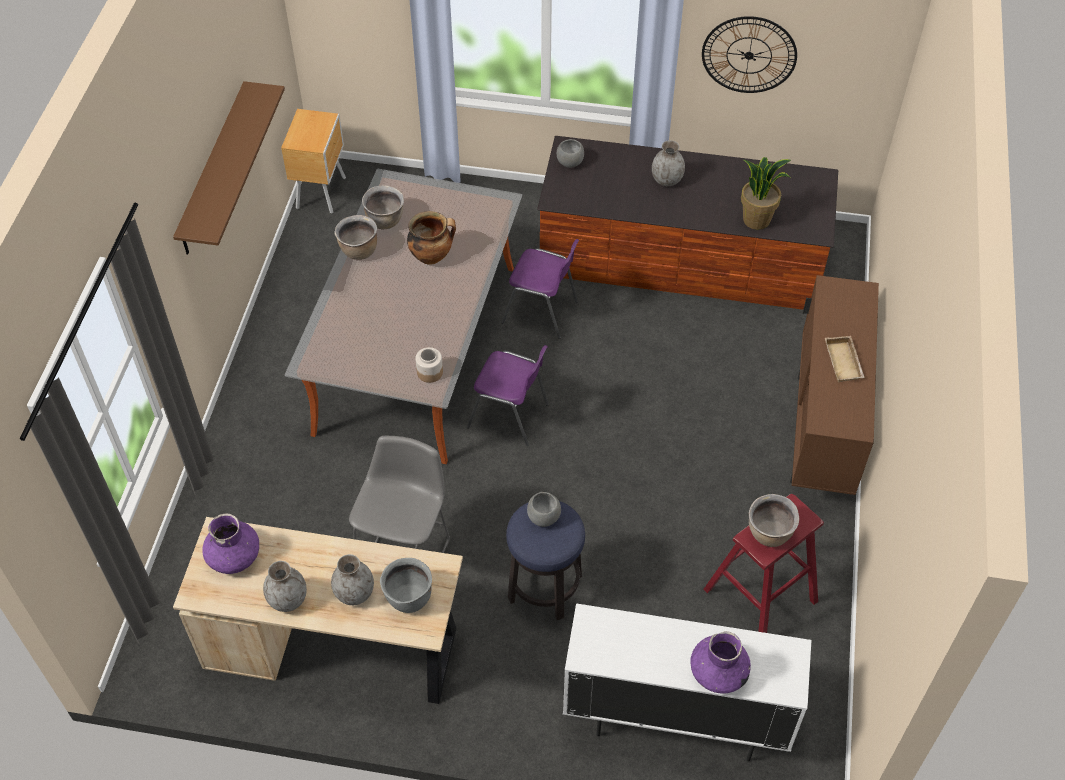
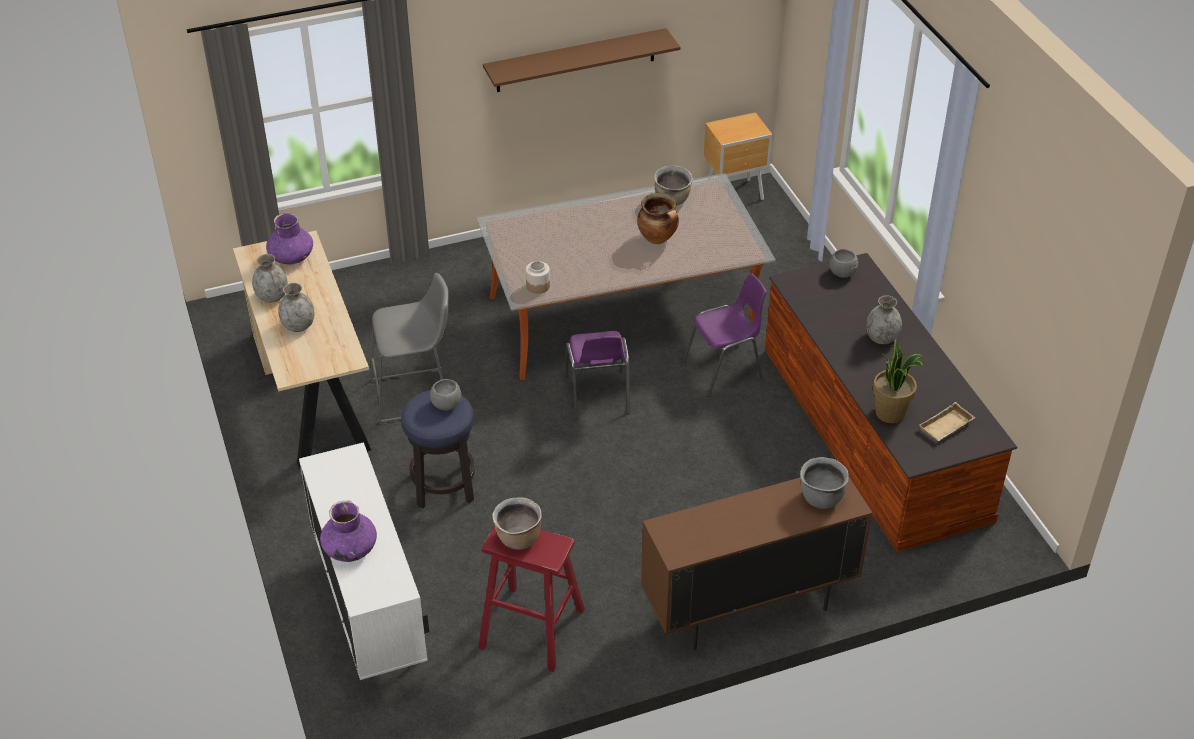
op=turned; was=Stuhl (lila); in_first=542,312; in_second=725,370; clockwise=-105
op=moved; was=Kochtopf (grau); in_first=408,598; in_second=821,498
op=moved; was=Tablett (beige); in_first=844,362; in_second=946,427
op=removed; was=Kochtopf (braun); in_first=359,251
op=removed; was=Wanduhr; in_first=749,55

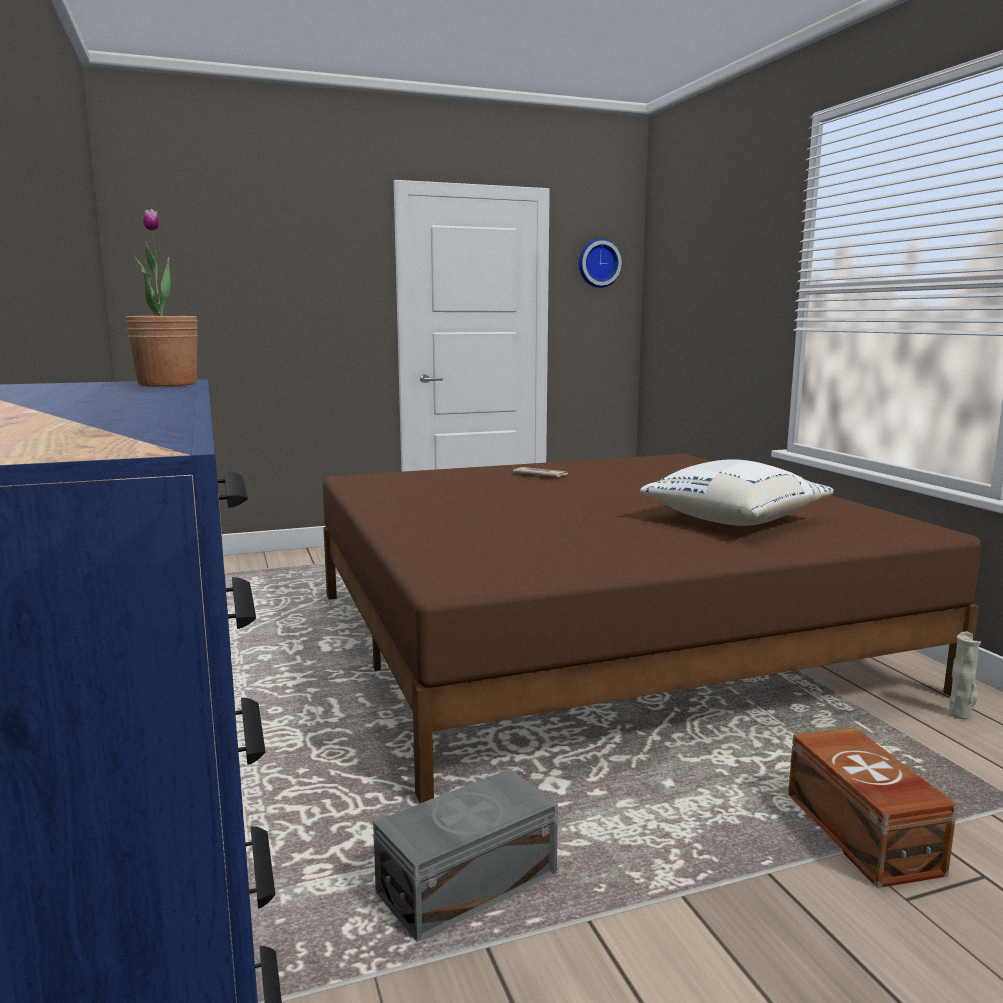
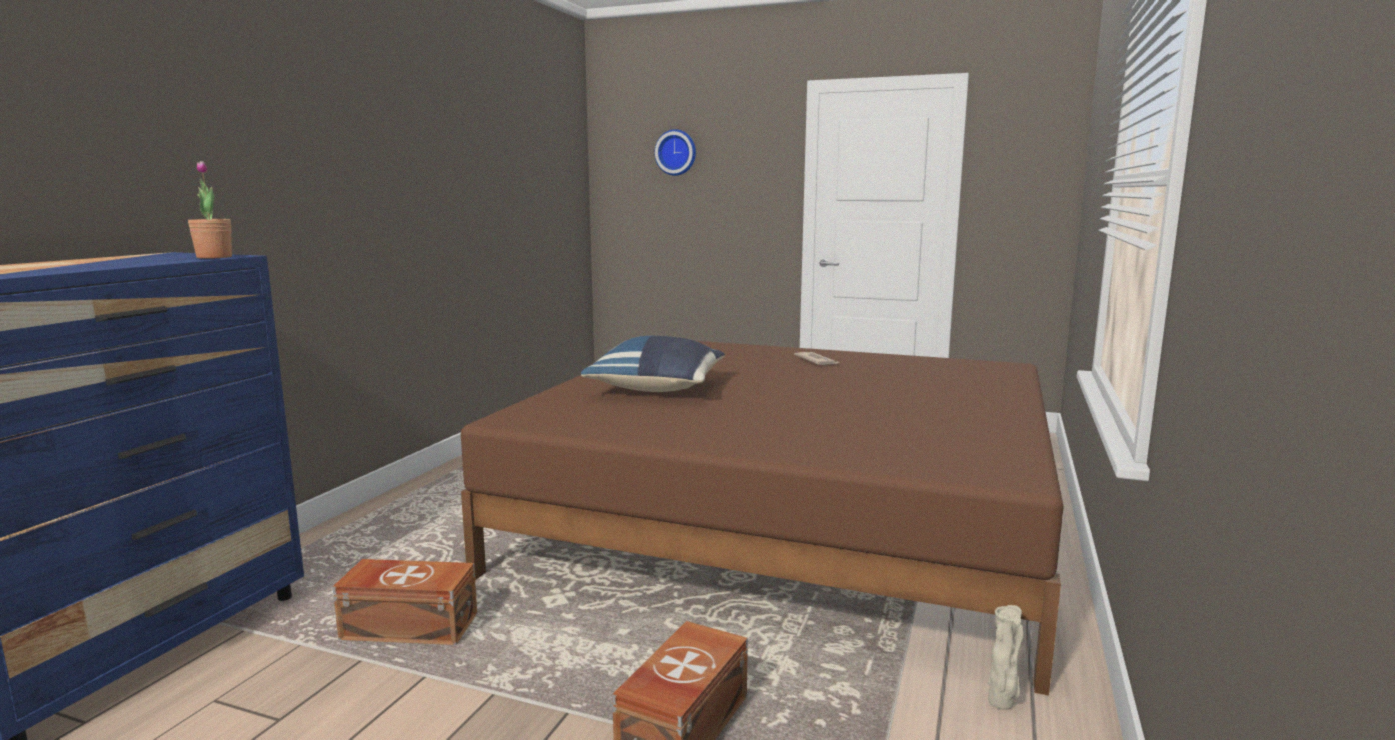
op=recoloured; was=Aufbewahrungsbox (grau); now=Aufbewahrungsbox (braun); in_first=464,885; in_second=409,627
op=added; now=Kissen (blau); in_second=658,389
op=moved; was=Wanduhr; in_first=598,263; in_second=676,152
op=removed; was=Kissen (weiß); in_first=732,520

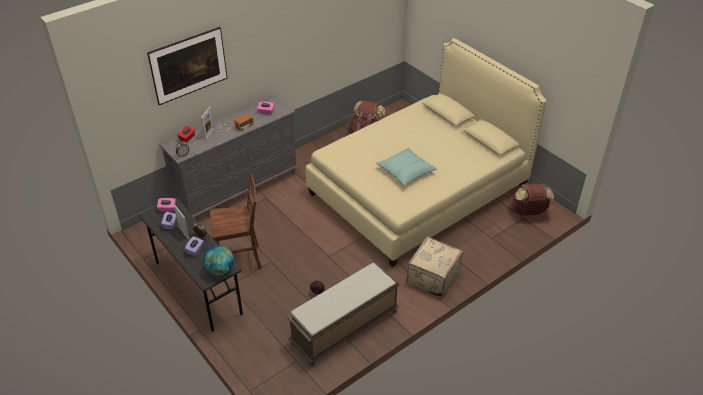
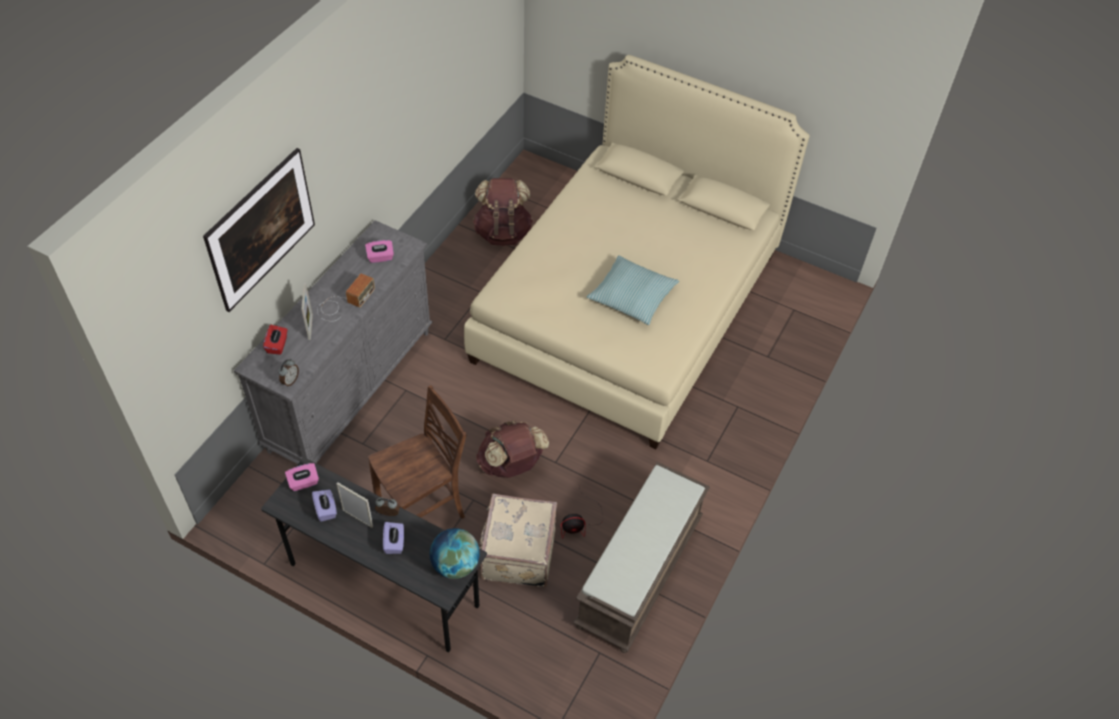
op=moved; was=Rucksack (braun); in_first=527,212; in_second=511,465
op=moved; was=Koffer (beige); in_first=432,277; in_second=517,553

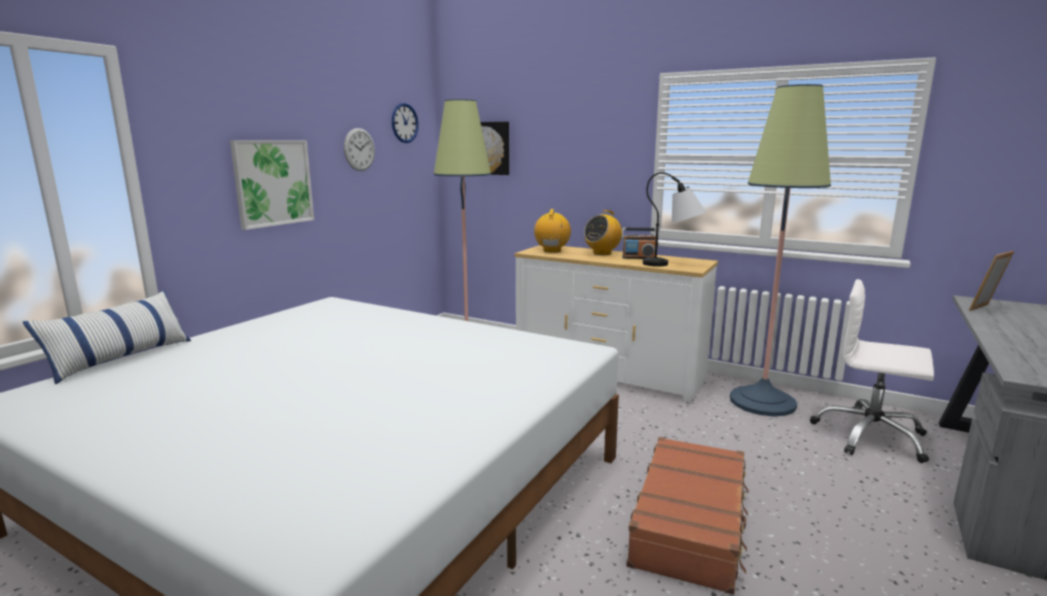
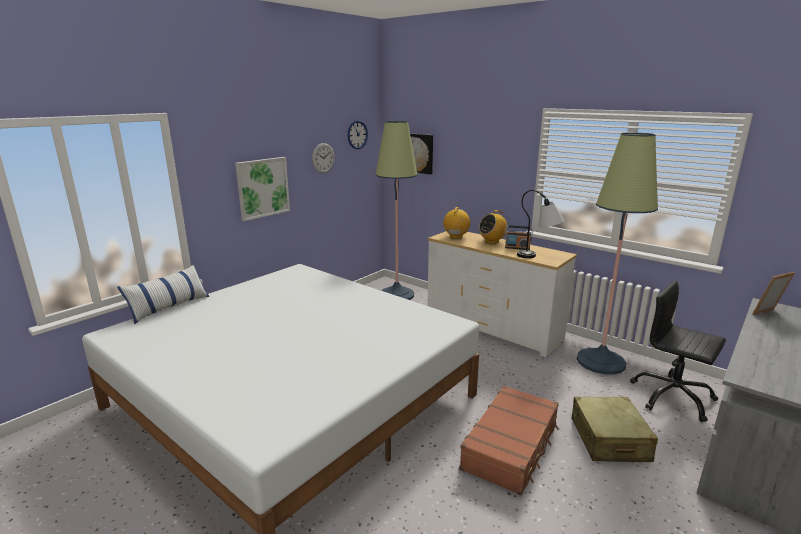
op=added; now=Koffer (beige); in_second=609,440
op=recoloured; was=Bürostuhl (weiß); now=Bürostuhl (schwarz); in_first=870,436; in_second=672,397

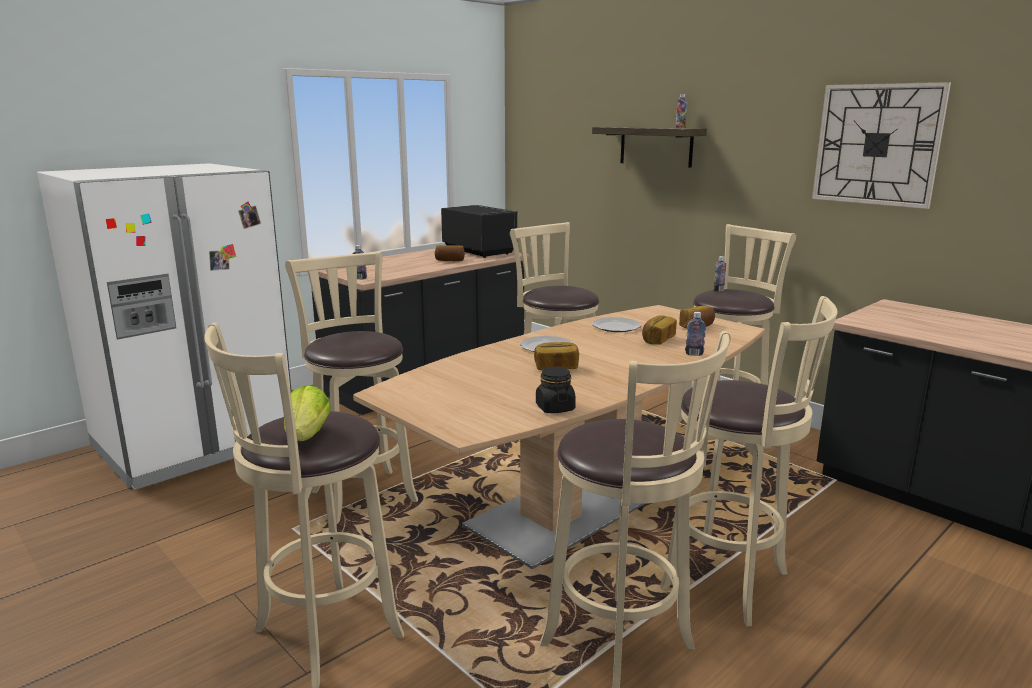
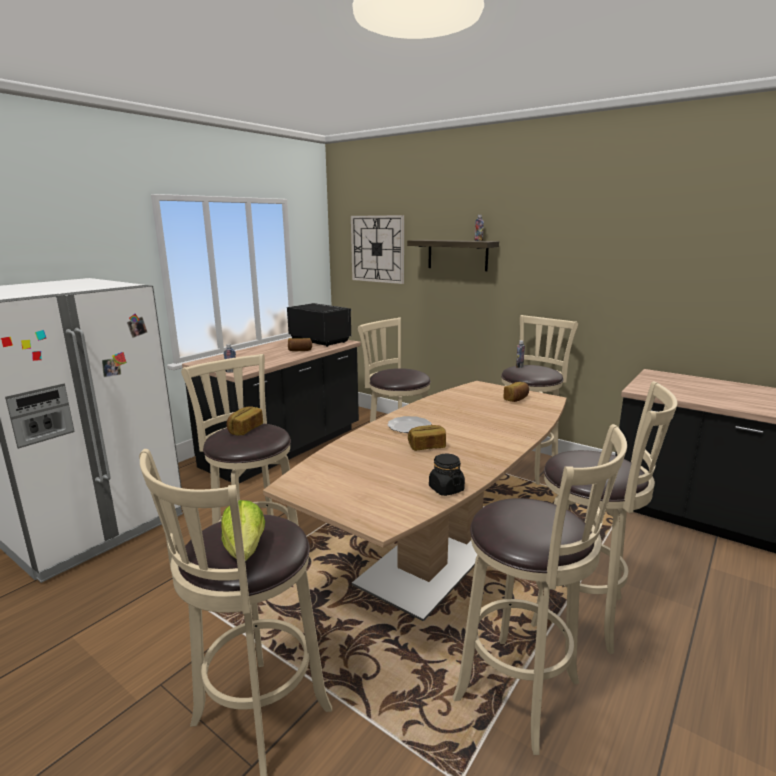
op=moved; was=Brot; in_first=657,340; in_second=245,429
op=moved; was=Wanduhr; in_first=877,144; in_second=377,249
op=removed; was=Teller; in_first=615,327
op=removed; was=Flasche; in_first=694,354

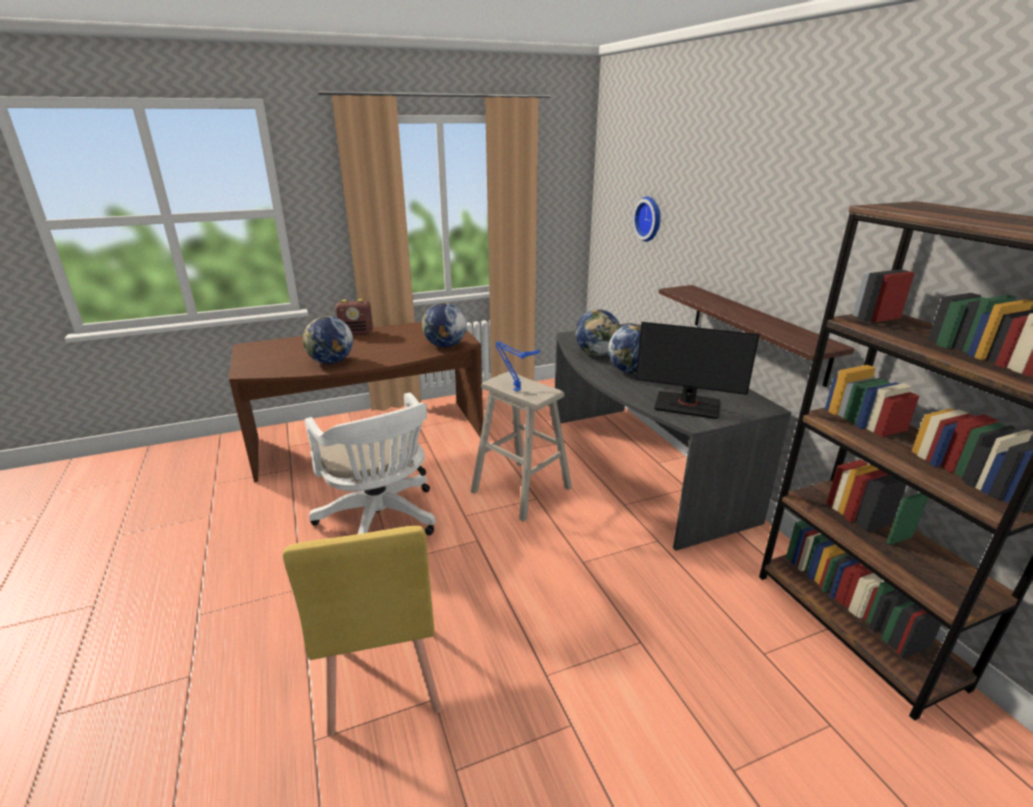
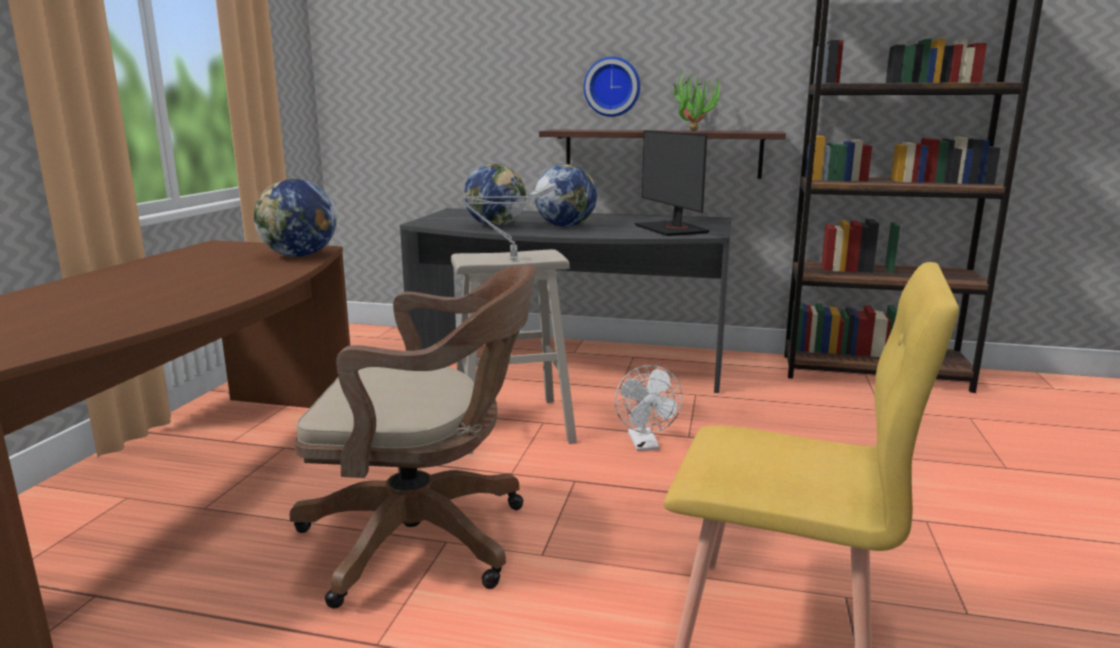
op=recoloured; was=Bürostuhl (weiß); now=Bürostuhl (braun); in_first=381,521; in_second=426,539
op=recoloured; was=Tischlampe (blau); now=Tischlampe (grau); in_first=515,389; in_second=510,259
op=moved; was=Wanduhr; in_first=650,219; in_second=612,87
op=added; now=Ventilator (weiß); in_second=645,445
op=turned; was=Monitor; in_first=687,405; in_second=672,229; clockwise=105
op=added; now=Topfpflanze; in_second=693,130
op=removed; was=Globus; in_first=331,362
op=removed; was=Radio; in_first=356,333

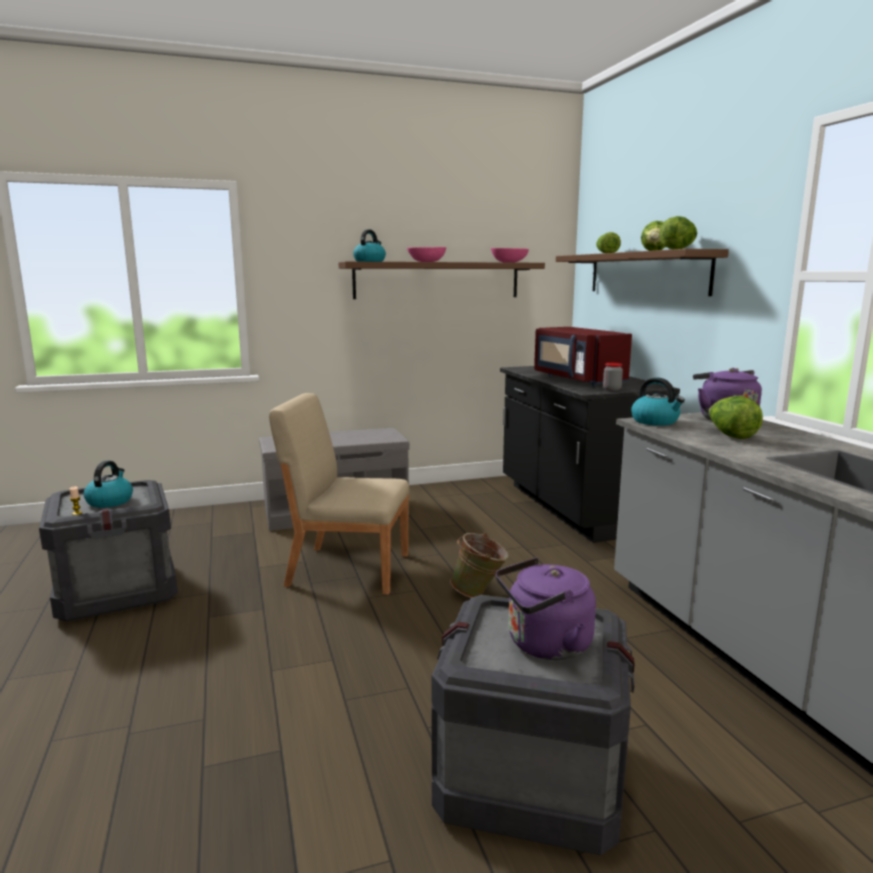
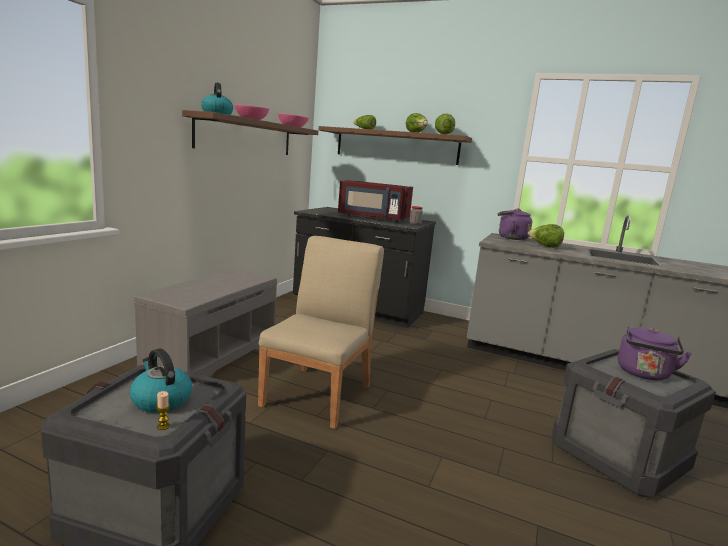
op=turned; was=Stuhl (beige); in_first=347,569; in_second=318,394; clockwise=150
op=removed; was=Eimer (grün); in_first=479,594
op=removed; was=Wasserkessel; in_first=655,421

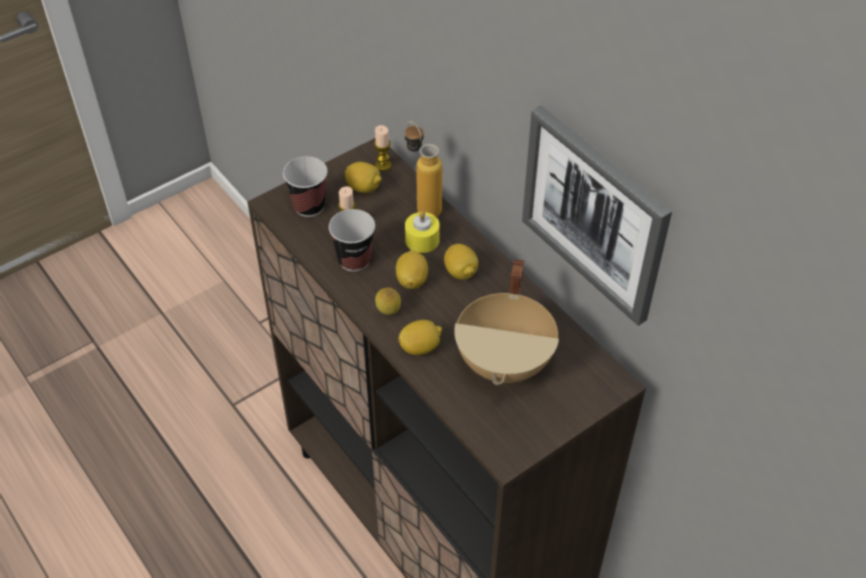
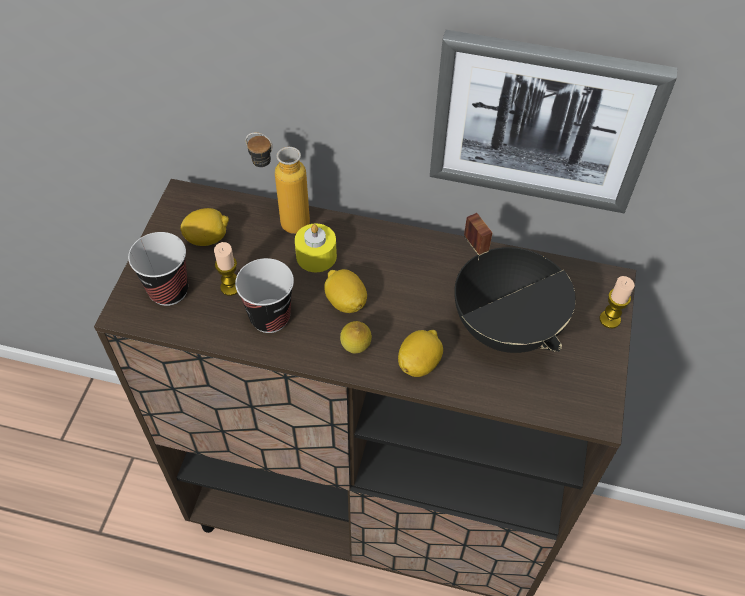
op=recoloured; was=Kochtopf (beige); now=Kochtopf (schwarz); in_first=506,362; in_second=507,325
op=moved; was=Kerze; in_first=383,165; in_second=609,319
op=removed; was=Zitrone; in_first=460,272

